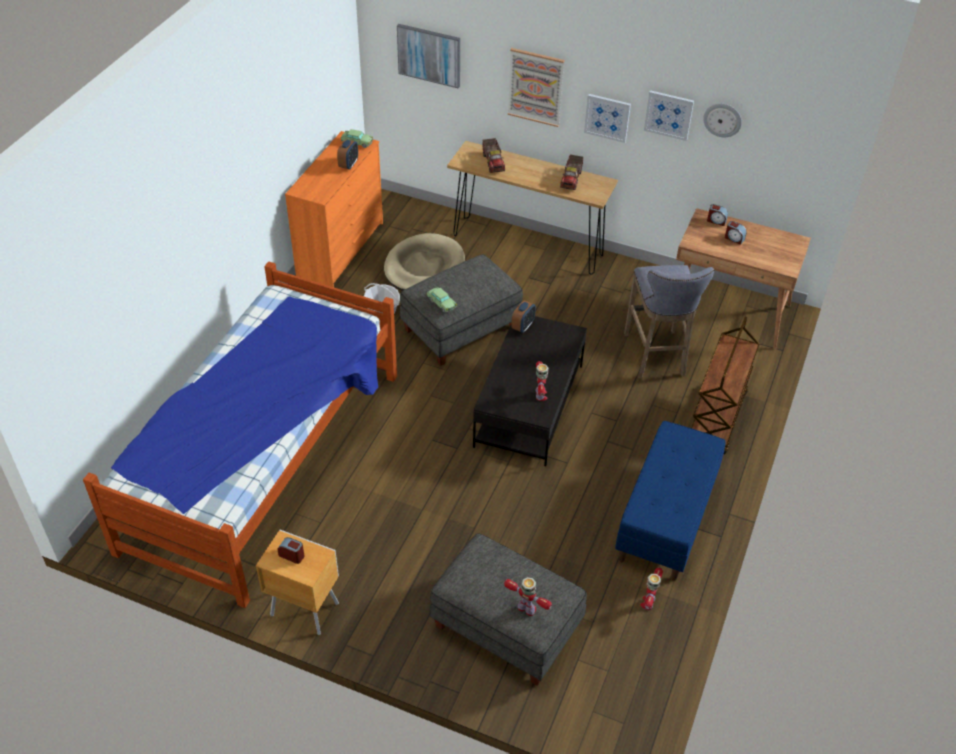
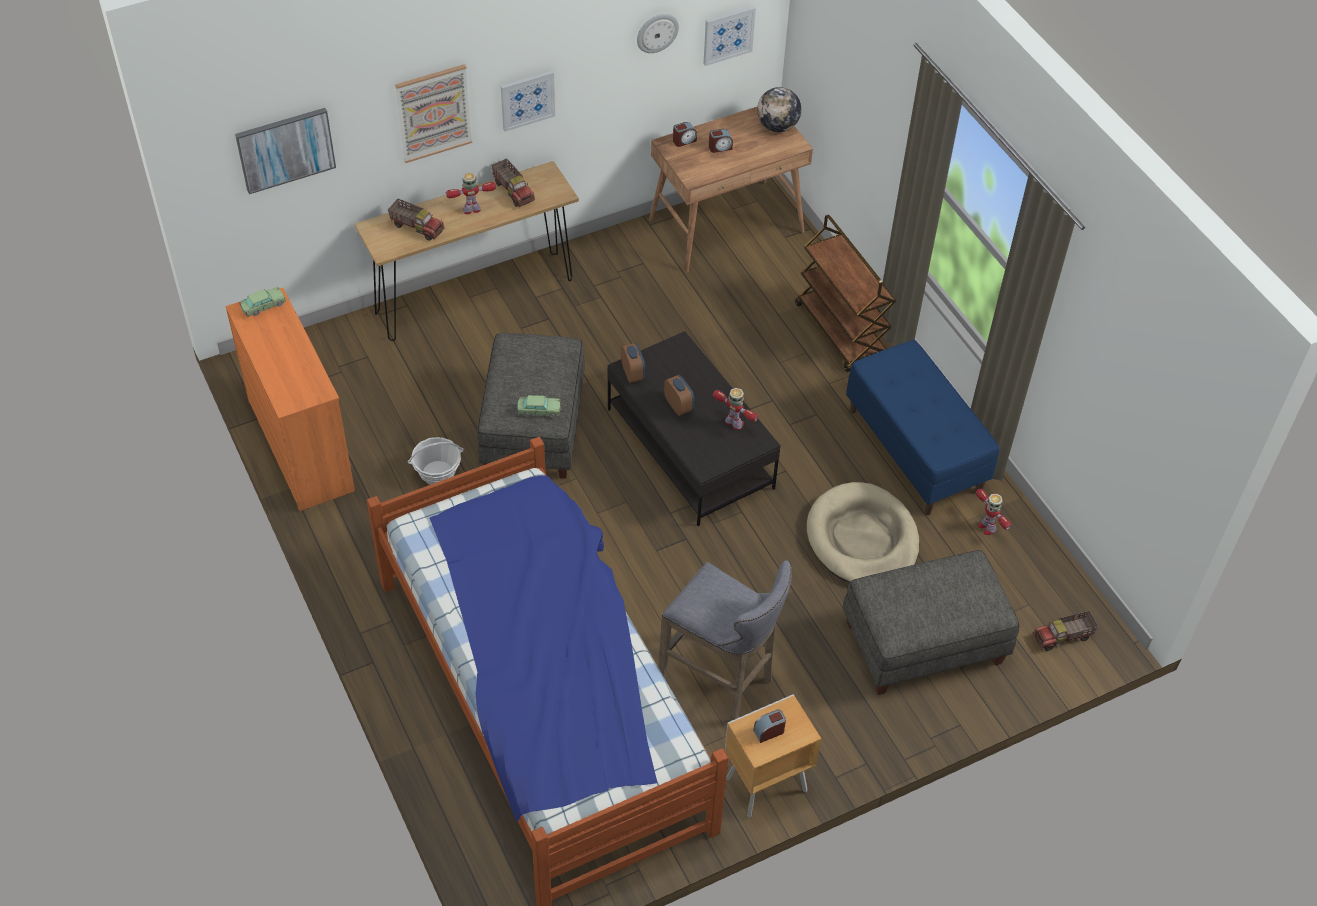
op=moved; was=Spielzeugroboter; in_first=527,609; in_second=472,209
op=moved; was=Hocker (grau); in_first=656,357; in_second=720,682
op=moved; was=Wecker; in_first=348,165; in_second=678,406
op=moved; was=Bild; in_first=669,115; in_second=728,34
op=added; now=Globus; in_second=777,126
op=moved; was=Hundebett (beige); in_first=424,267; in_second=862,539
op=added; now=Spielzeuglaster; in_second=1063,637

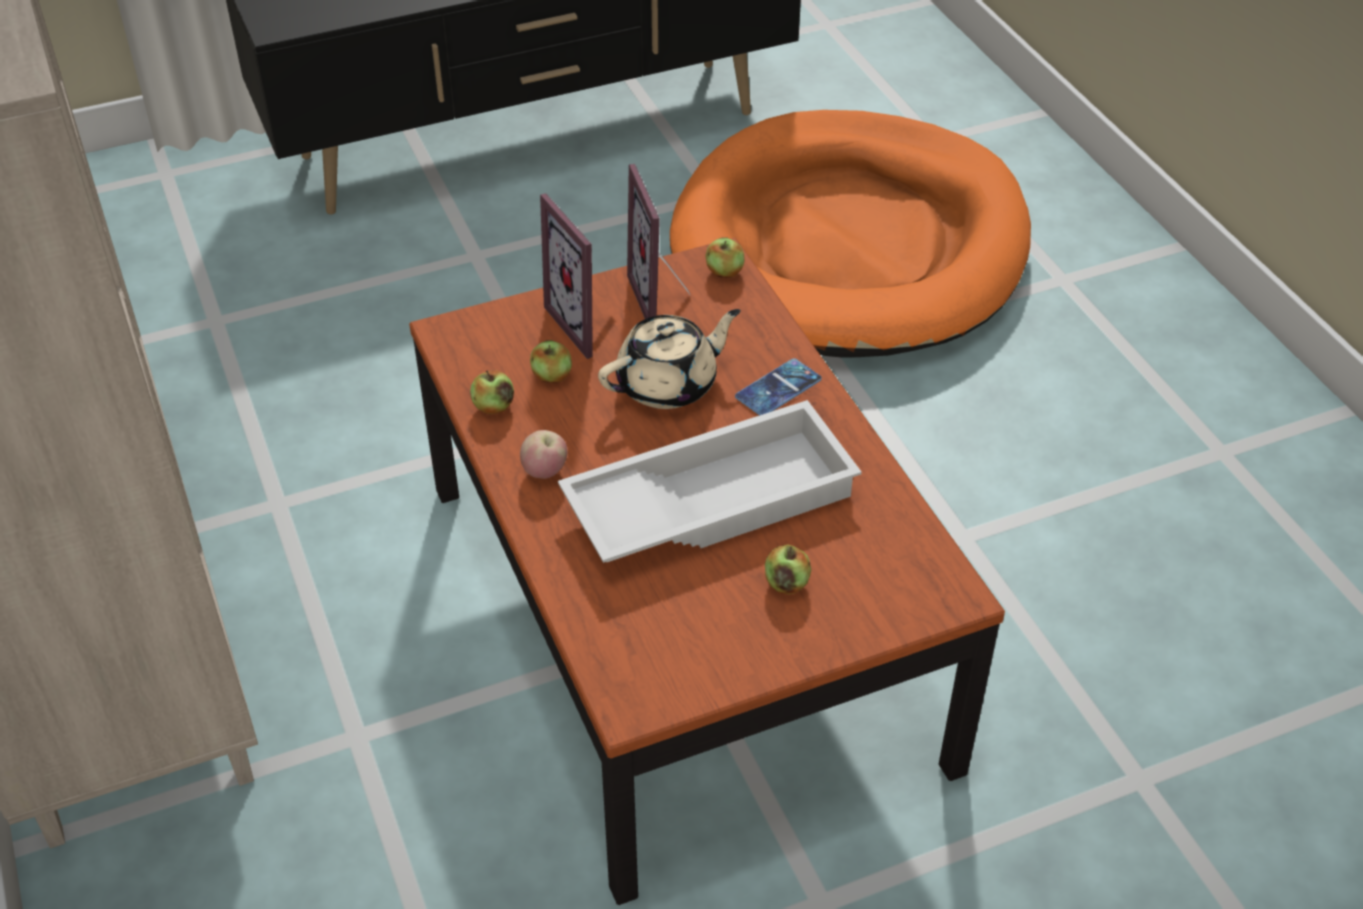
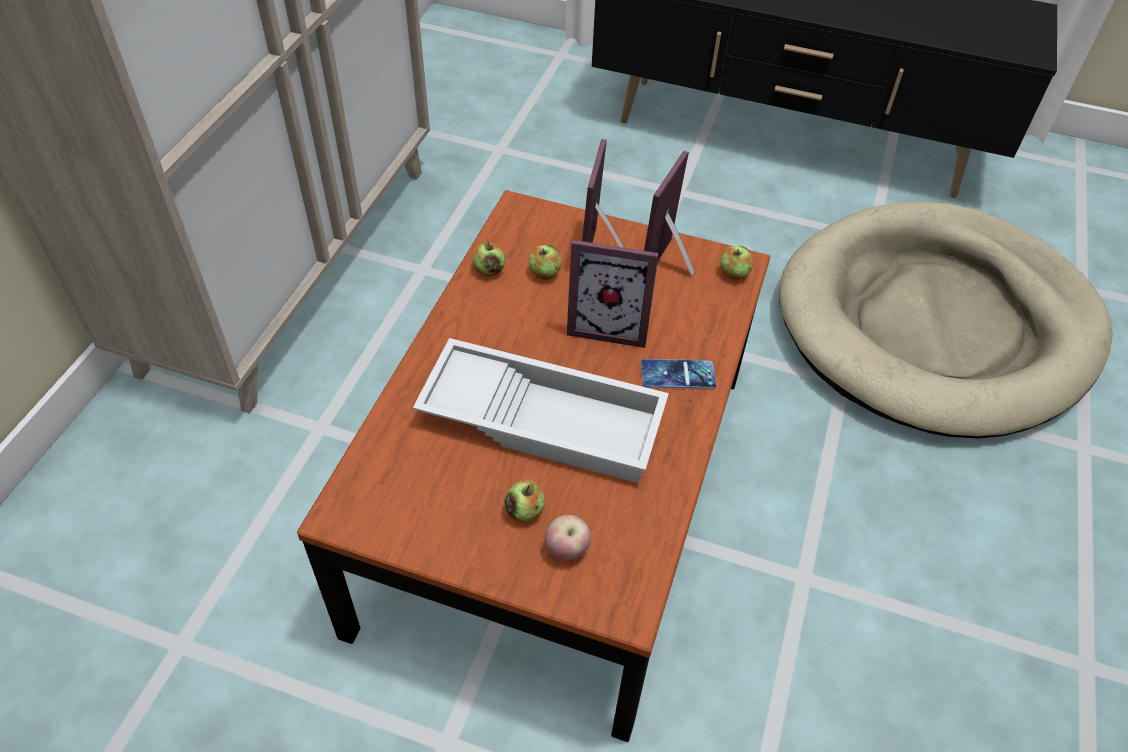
op=moved; was=Apfel; in_first=544,472; in_second=567,549
op=replaced; was=Teekanne (beige); now=Bilderrahmen; in_first=669,384; in_second=609,325
op=recoloured; was=Hundebett (orange); now=Hundebett (beige); in_first=850,244; in_second=936,324

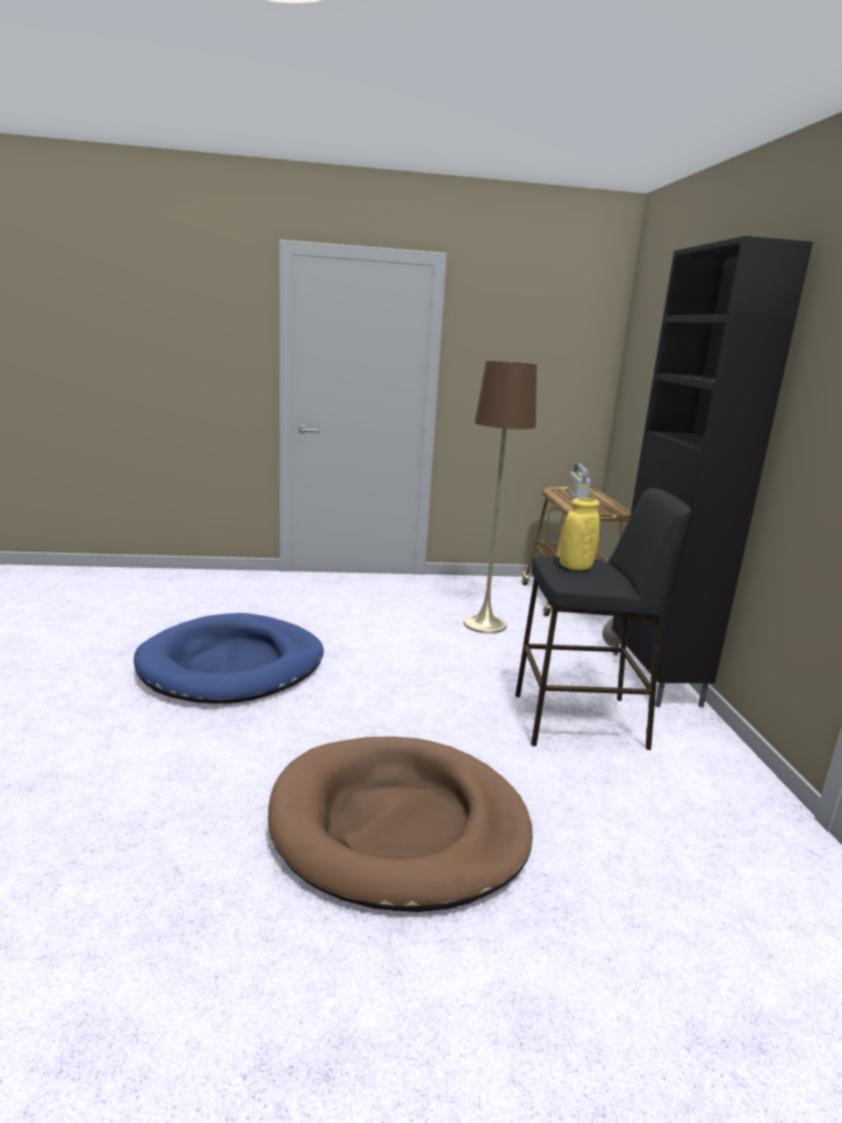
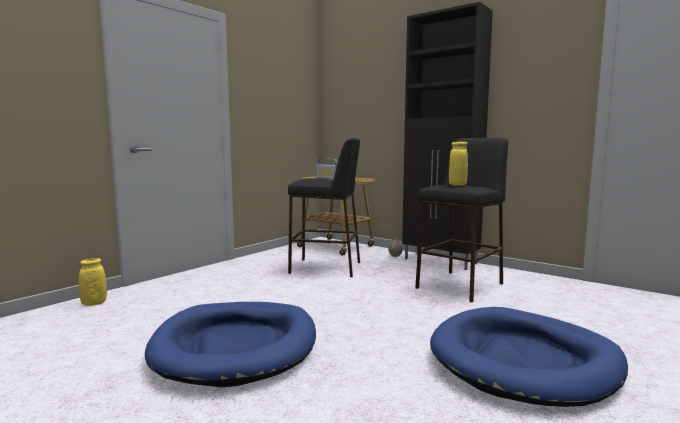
op=added; now=Vase (gelb); in_second=94,303
op=replaced; was=Stehlampe (braun); now=Hocker (schwarz); in_first=484,624; in_second=326,268
op=recoloured; was=Hundebett (braun); now=Hundebett (blau); in_first=399,826; in_second=523,360

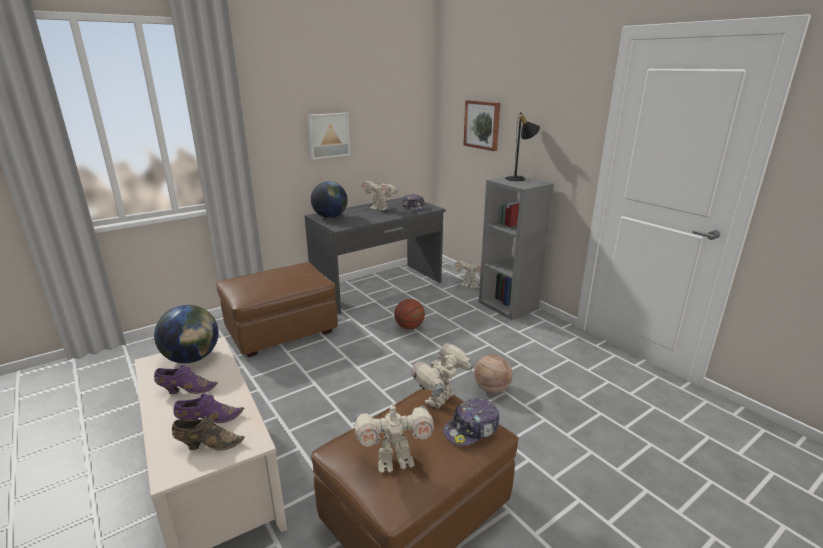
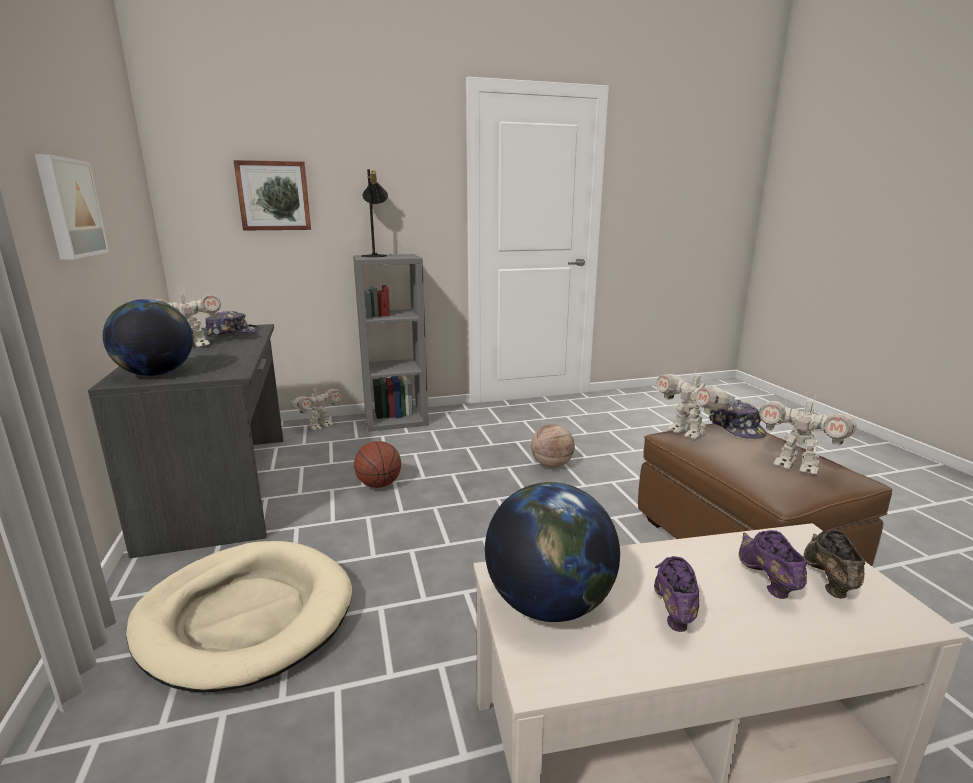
op=replaced; was=Polsterhocker (braun); now=Hundebett (beige); in_first=281,331; in_second=246,616
op=turned; was=Spielzeugroboter; in_first=394,461; in_second=796,466; clockwise=120

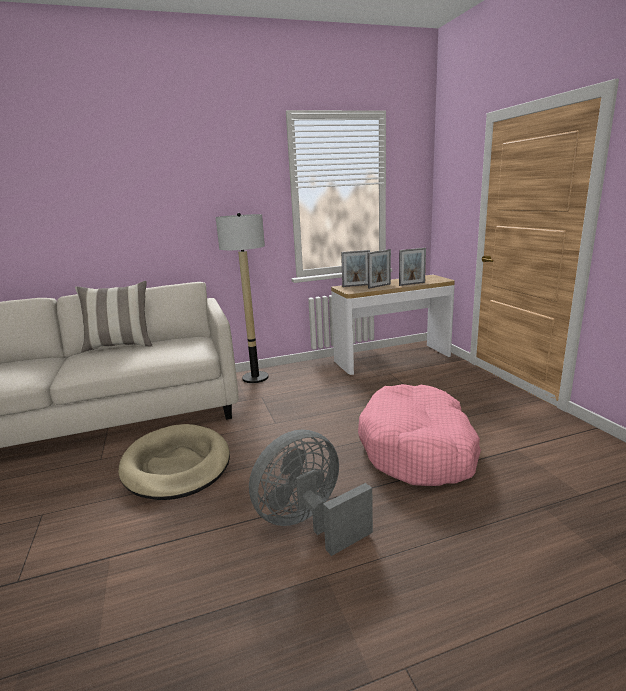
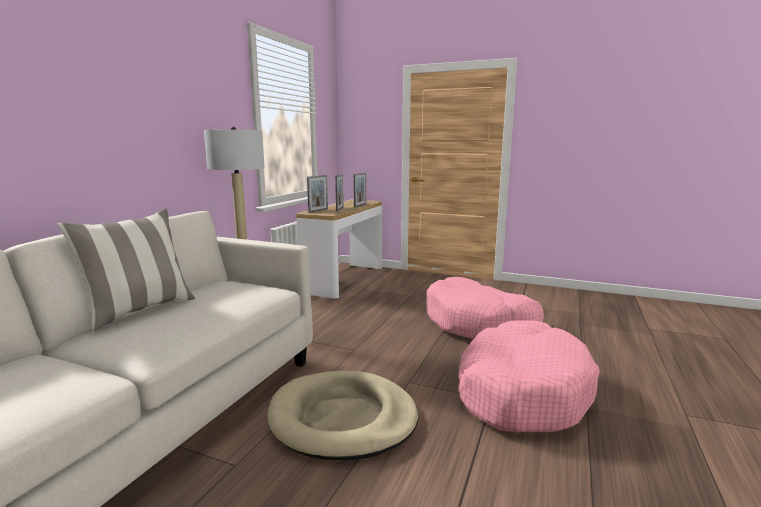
op=replaced; was=Ventilator (grau); now=Hundebett (rosa); in_first=309,523; in_second=521,391

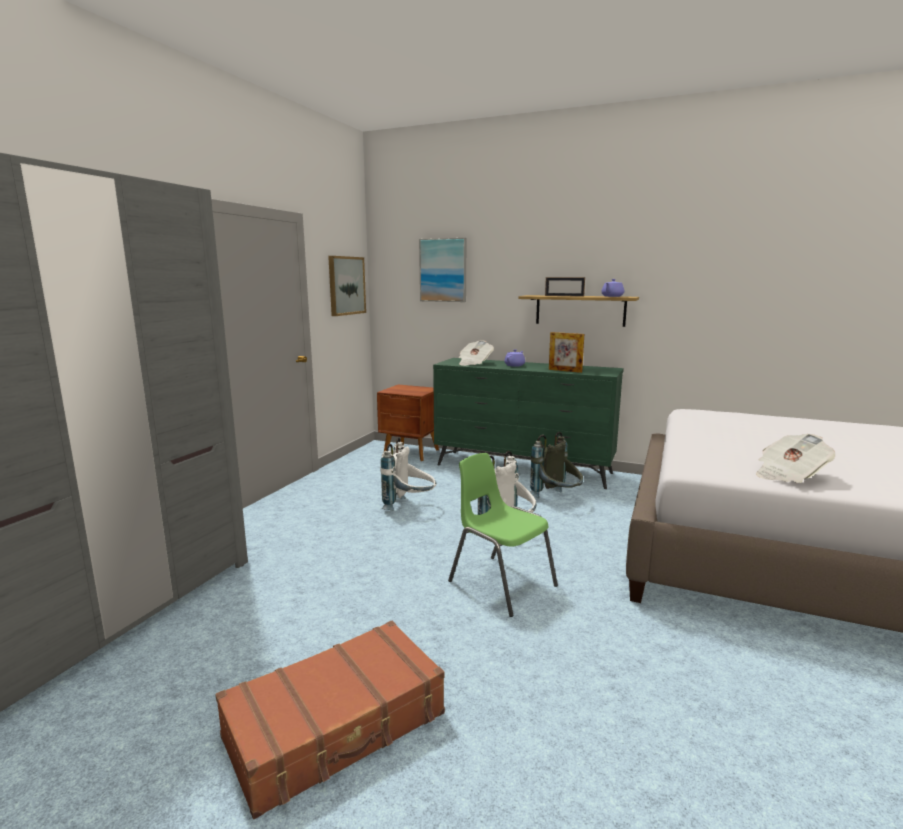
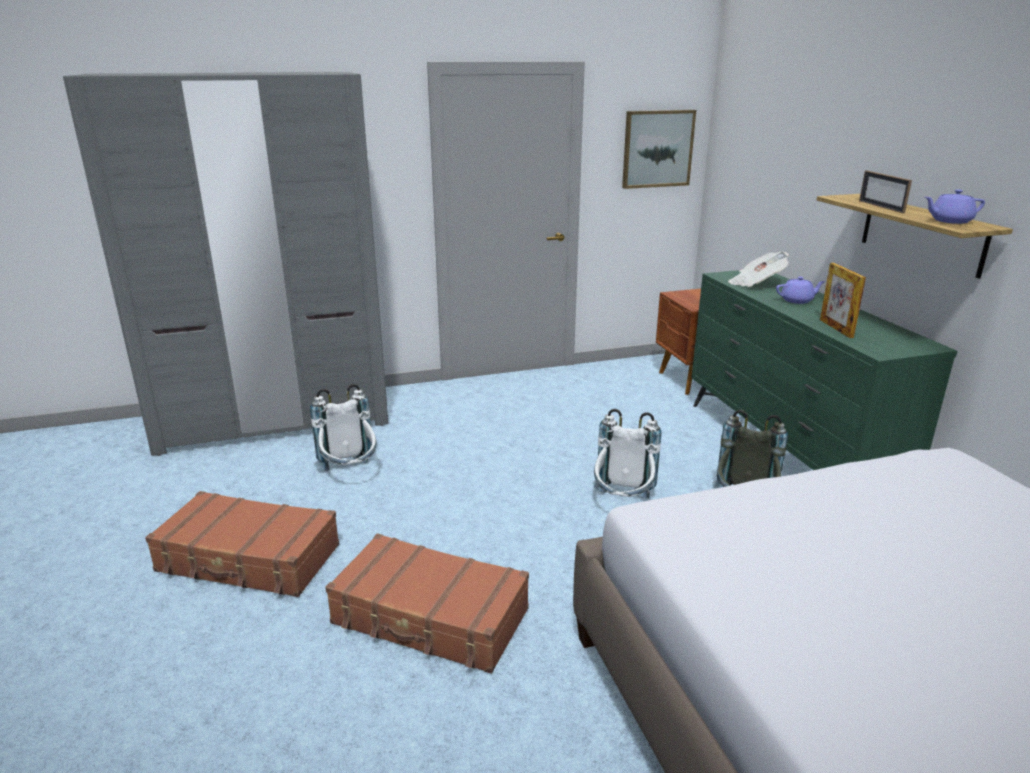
op=moved; was=Rucksack (weiß); in_first=409,506; in_second=350,474
op=added; now=Koffer (braun); in_second=430,618
op=removed; was=Bild; in_first=443,270
op=removed; was=Stuhl (grün); in_first=500,583
op=removed; was=Zeitung; in_first=788,475

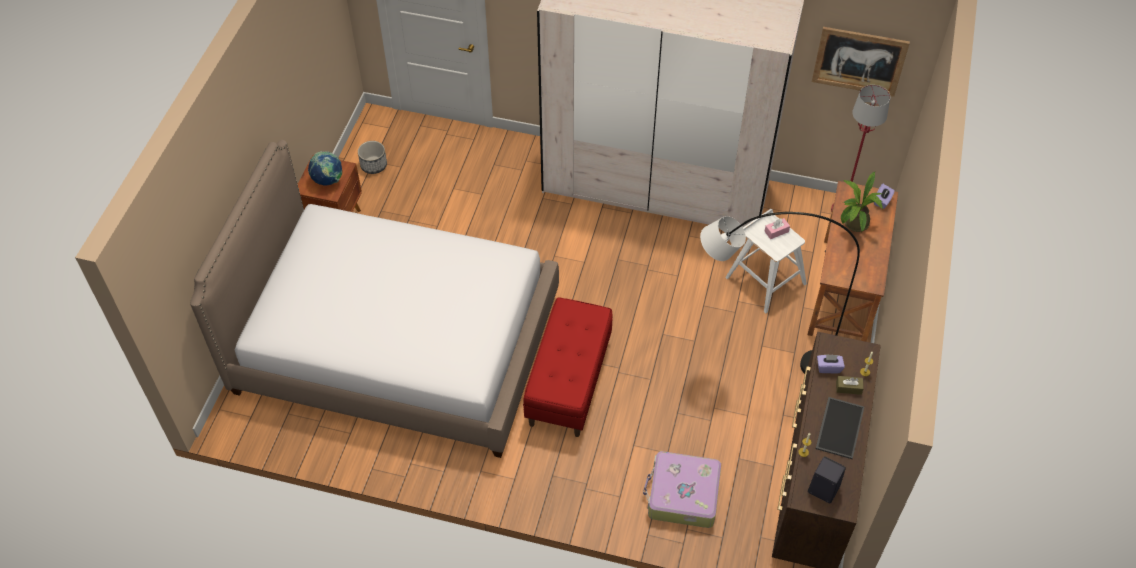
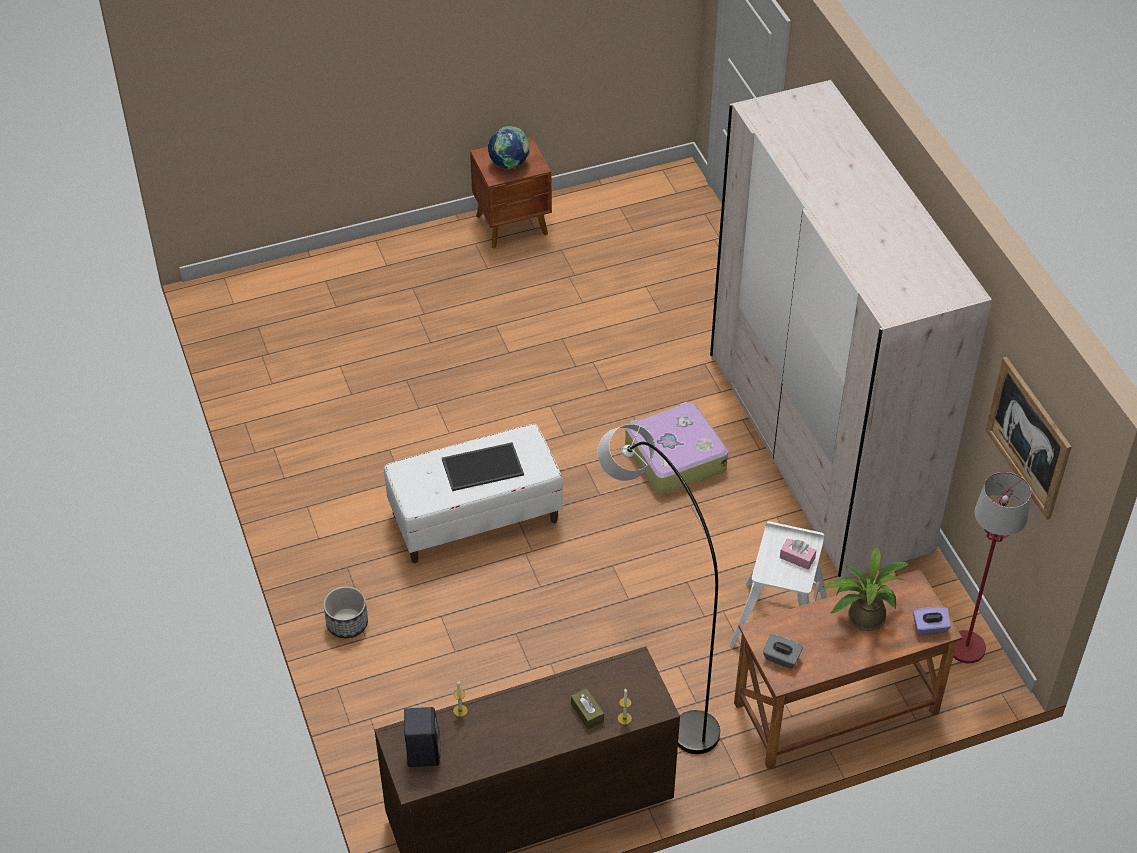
op=moved; was=Pflanzkübel; in_first=373,165; in_second=347,623
op=recoloured; was=Bank (rot); now=Bank (weiß); in_first=568,382; in_second=475,518
op=moved; was=Tablett; in_first=839,427; in_second=483,466
op=moved; was=Koffer; in_first=682,495; in_second=674,457
op=added; now=Taschentuchbox (grau); in_second=781,658
op=removed; was=Bett; in_first=396,344
op=removed; was=Taschentuchbox (lila); in_first=828,367

